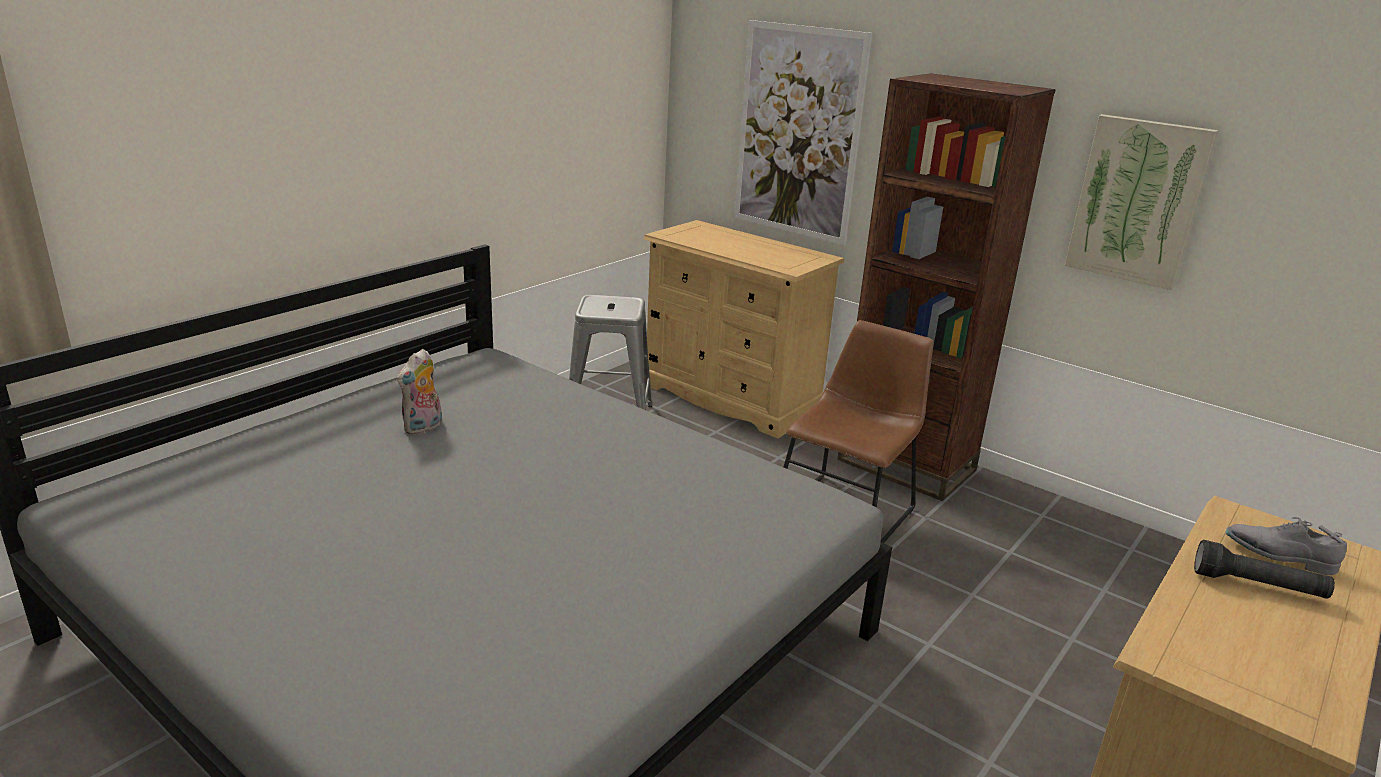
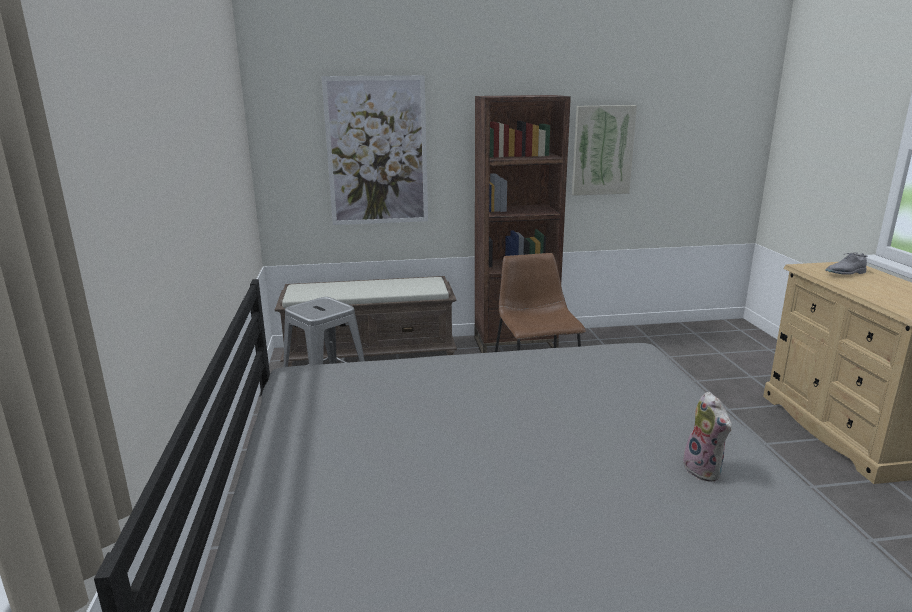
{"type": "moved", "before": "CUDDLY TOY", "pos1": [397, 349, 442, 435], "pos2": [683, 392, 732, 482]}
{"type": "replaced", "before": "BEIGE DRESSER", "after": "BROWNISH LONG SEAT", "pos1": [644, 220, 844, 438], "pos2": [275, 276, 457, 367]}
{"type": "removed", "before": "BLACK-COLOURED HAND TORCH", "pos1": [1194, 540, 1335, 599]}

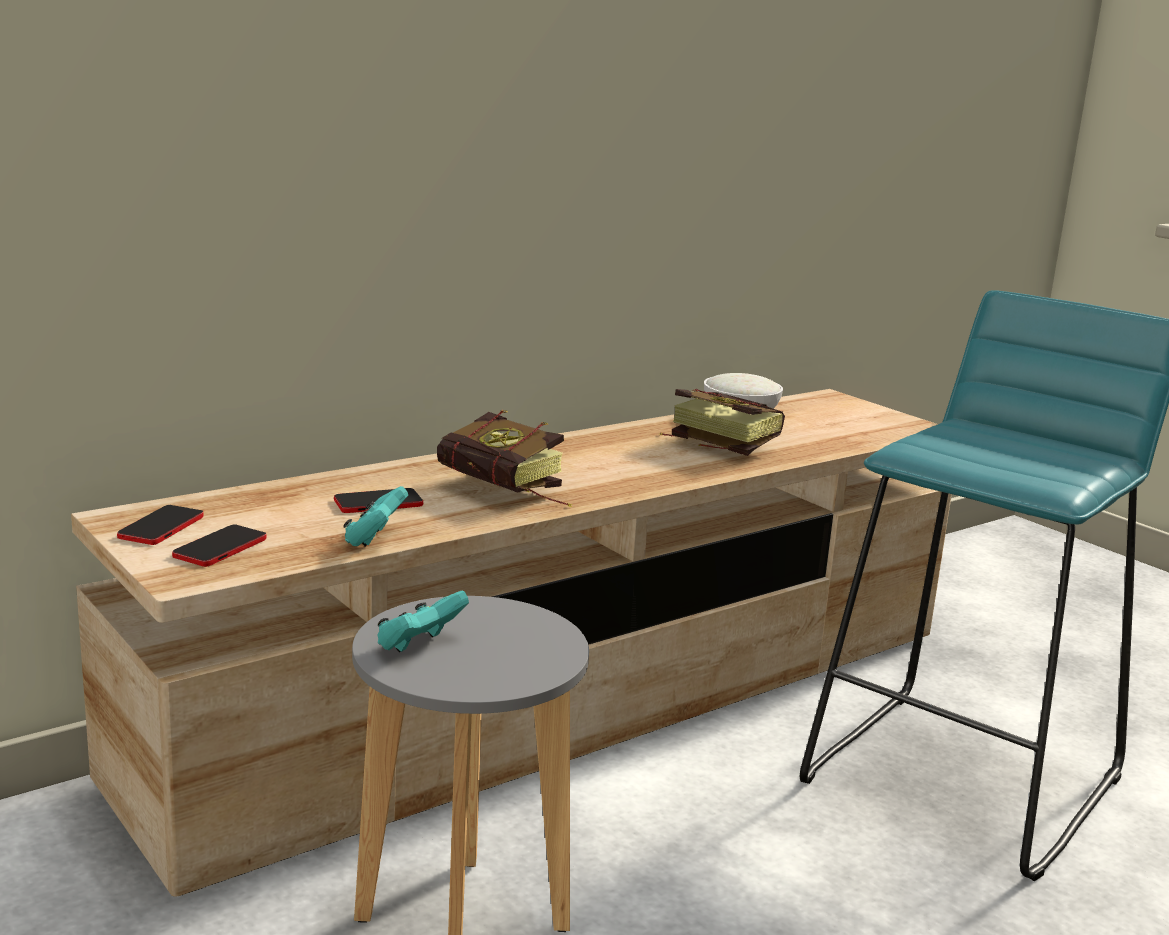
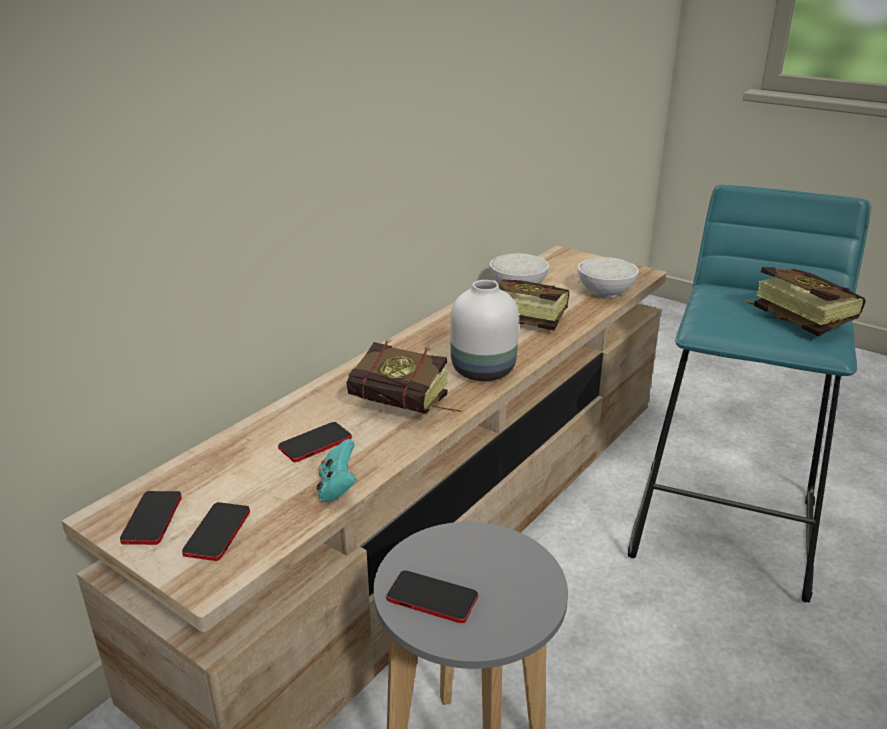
{"type": "replaced", "before": "TURQUOISE-COLOURED GAME CONTROLLER", "after": "PHONE", "pos1": [378, 591, 469, 652], "pos2": [386, 571, 478, 623]}
{"type": "added", "after": "WHITE FLOWER VASE", "pos2": [450, 280, 519, 381]}
{"type": "added", "after": "WHITE SERVING BOWL", "pos2": [578, 257, 639, 298]}
{"type": "added", "after": "VOLUME", "pos2": [745, 267, 866, 337]}

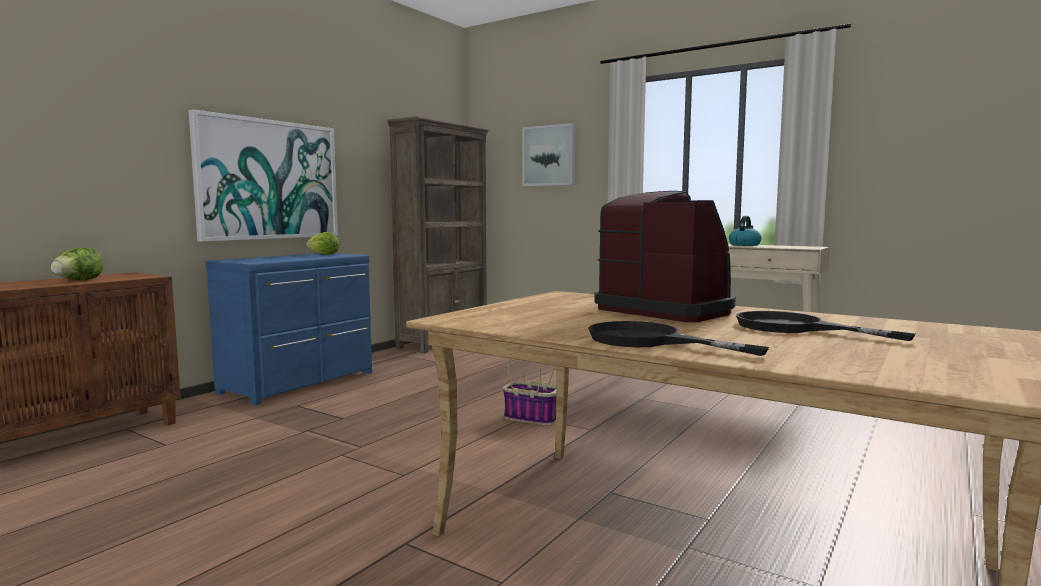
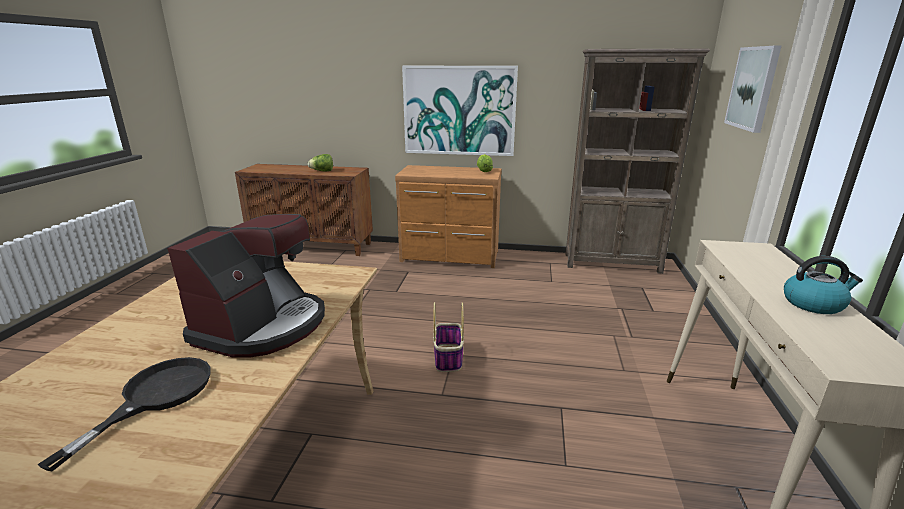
{"type": "recoloured", "before": "BLUE DRESSER", "after": "BROWNISH DRESSER", "pos1": [205, 253, 372, 406], "pos2": [395, 165, 502, 268]}
{"type": "removed", "before": "BLACK-COLOURED FRYING PAN", "pos1": [588, 321, 769, 356]}

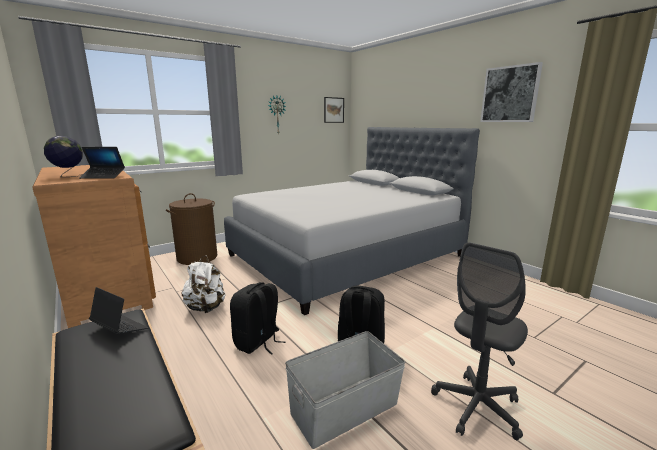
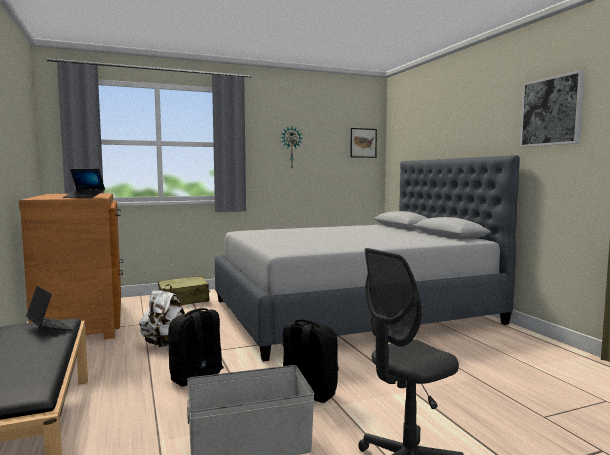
{"type": "removed", "before": "WORLD GLOBE", "pos1": [44, 136, 83, 177]}
{"type": "replaced", "before": "BROWNISH HAMPER", "after": "BEIGE SUITCASE", "pos1": [166, 193, 217, 265], "pos2": [158, 276, 210, 305]}

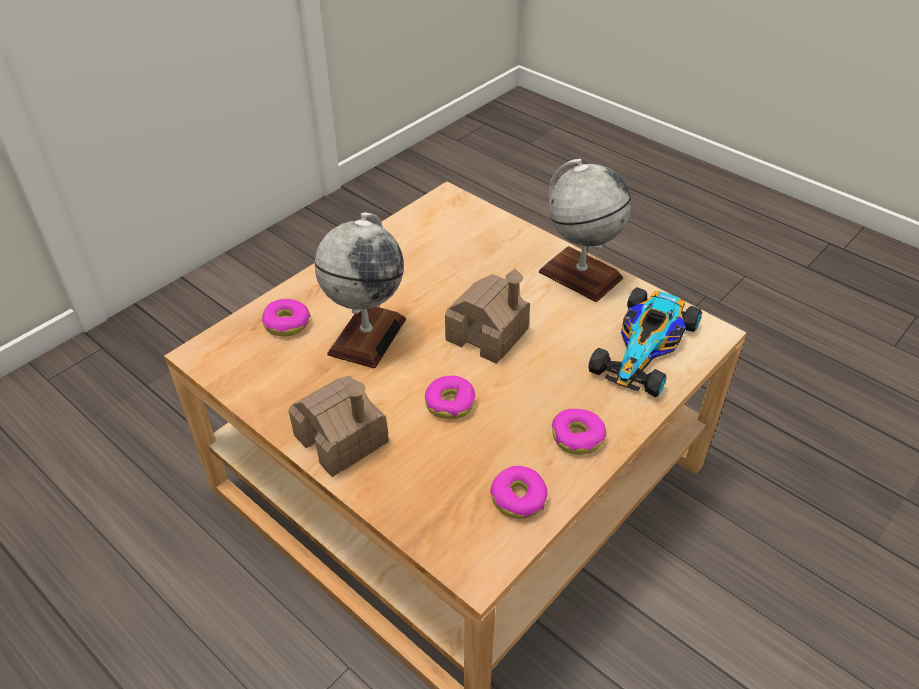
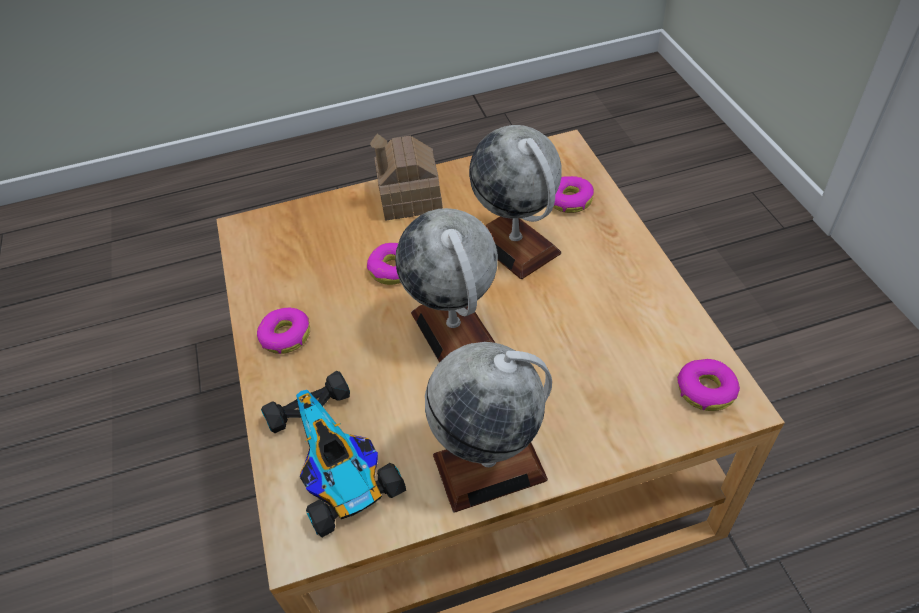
{"type": "replaced", "before": "TOY HOUSE", "after": "WORLD GLOBE", "pos1": [445, 269, 530, 364], "pos2": [395, 208, 498, 363]}
{"type": "moved", "before": "DOUGHNUT", "pos1": [490, 466, 548, 519], "pos2": [677, 359, 740, 411]}

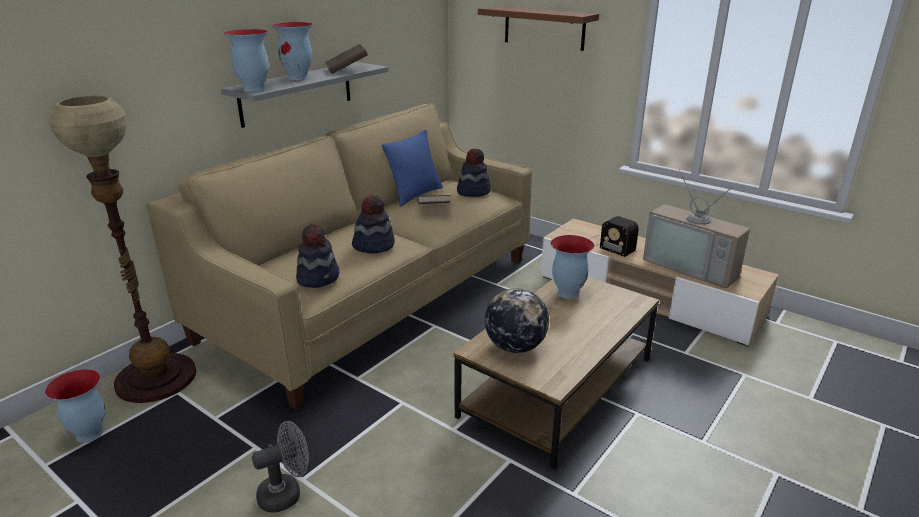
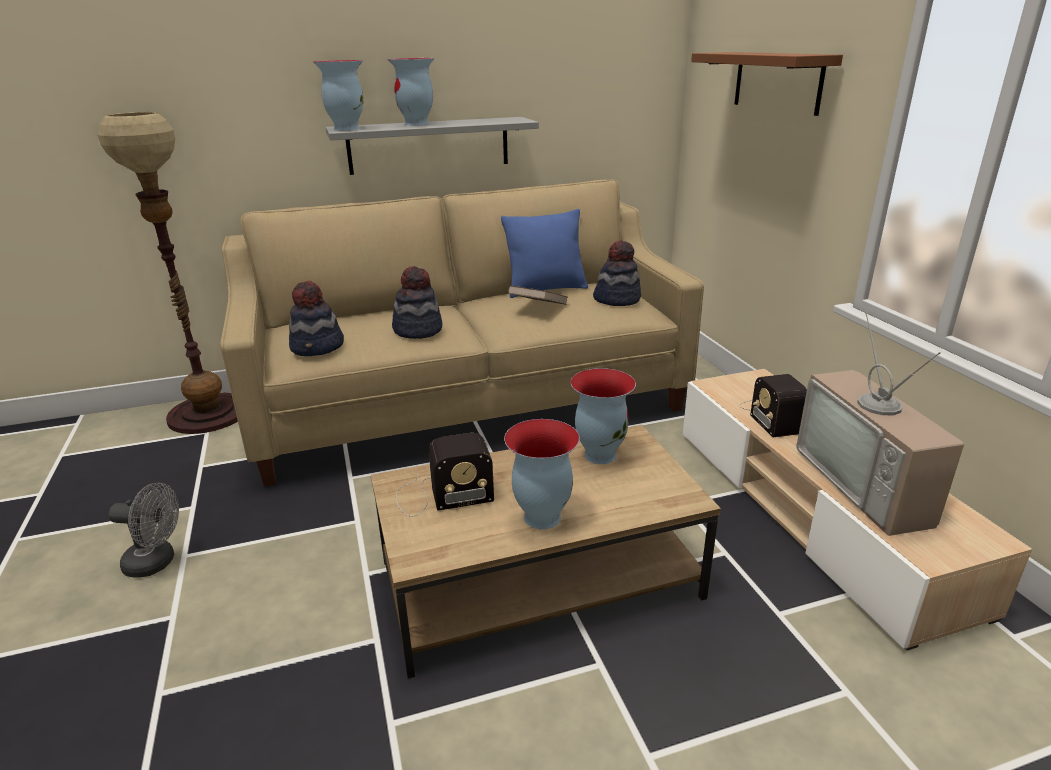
{"type": "moved", "before": "FLOWER VASE", "pos1": [45, 369, 105, 443], "pos2": [504, 419, 580, 529]}
{"type": "removed", "before": "BROWNISH VOLUME", "pos1": [324, 44, 368, 74]}
{"type": "replaced", "before": "WORLD GLOBE", "after": "RADIO", "pos1": [485, 288, 549, 353], "pos2": [396, 433, 494, 517]}

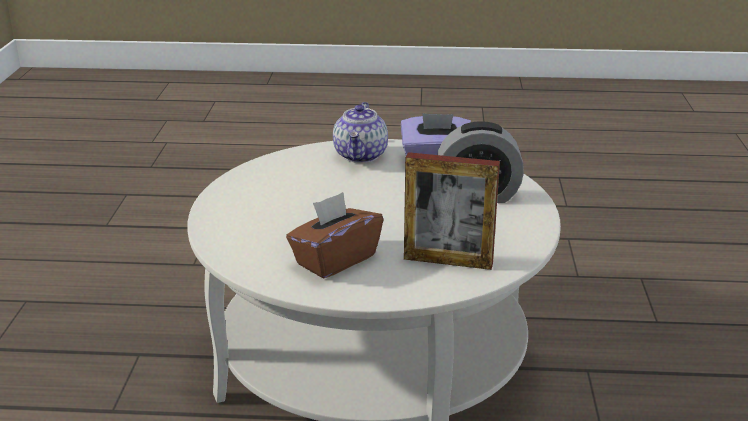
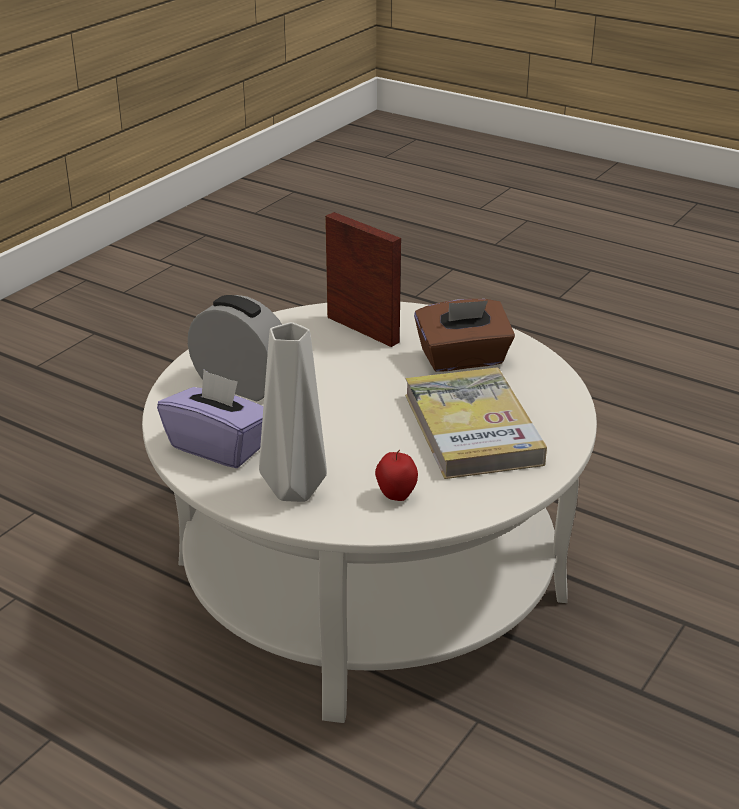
{"type": "replaced", "before": "TEA POT", "after": "GREY FLOWER VASE", "pos1": [333, 102, 388, 163], "pos2": [259, 322, 327, 502]}
{"type": "added", "after": "APPLE FRUIT", "pos2": [375, 450, 418, 501]}
{"type": "added", "after": "VOLUME", "pos2": [405, 368, 547, 479]}

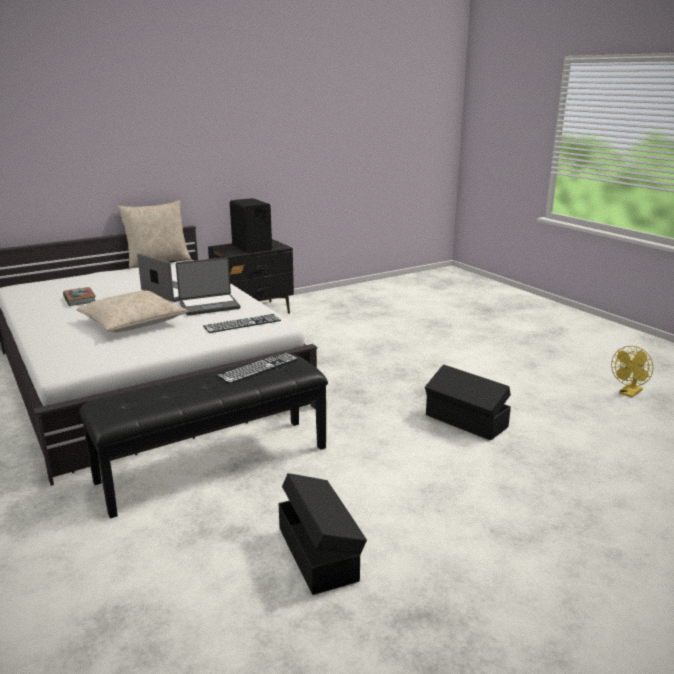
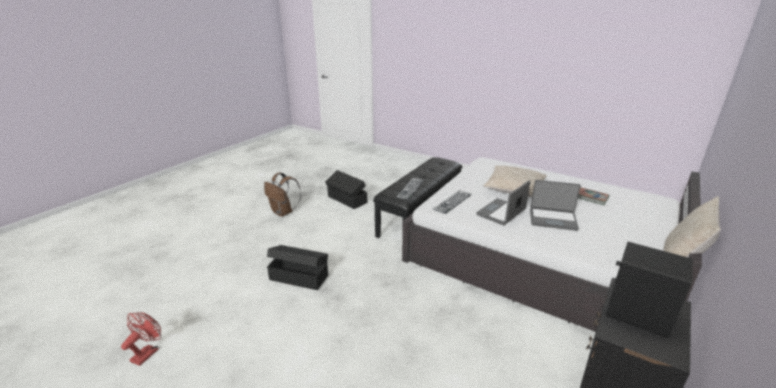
{"type": "recoloured", "before": "YELLOWISH ELECTRIC FAN", "after": "REDDISH ELECTRIC FAN", "pos1": [611, 346, 653, 398], "pos2": [121, 312, 161, 366]}
{"type": "added", "after": "BROWNISH BACKPACK", "pos2": [264, 173, 301, 217]}

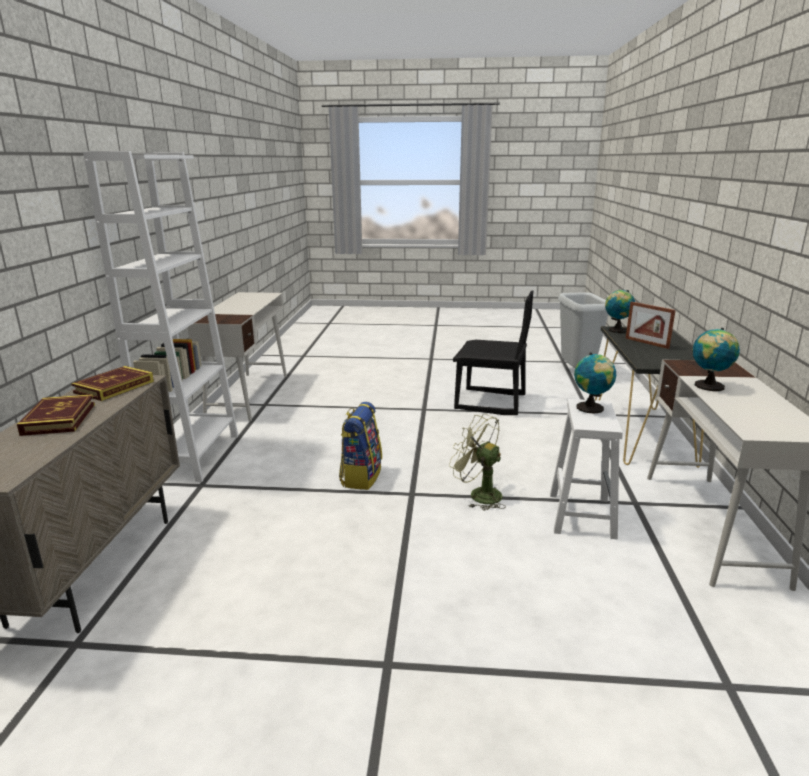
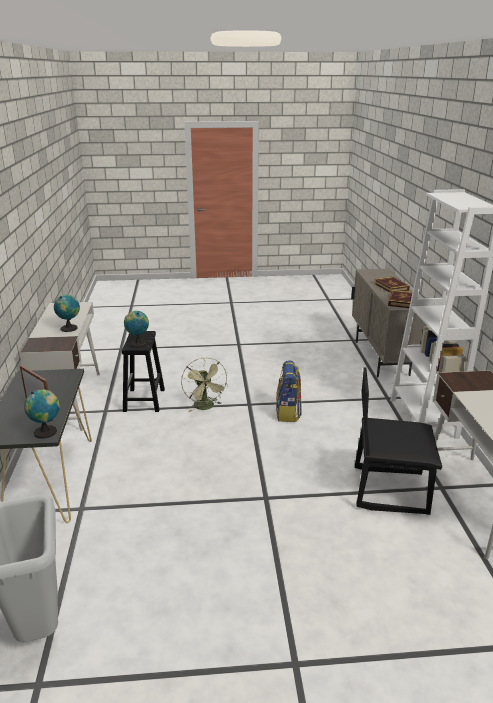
{"type": "turned", "before": "GREENISH ELECTRIC FAN", "pos1": [449, 414, 506, 511], "pos2": [181, 357, 228, 412], "turn": 45}
{"type": "moved", "before": "BLACK-COLOURED PLAIN CHAIR", "pos1": [453, 290, 534, 415], "pos2": [355, 367, 442, 515]}
{"type": "recoloured", "before": "WHITE STOOL SEAT", "after": "BLACK-COLOURED STOOL SEAT", "pos1": [550, 399, 623, 539], "pos2": [122, 331, 165, 412]}

